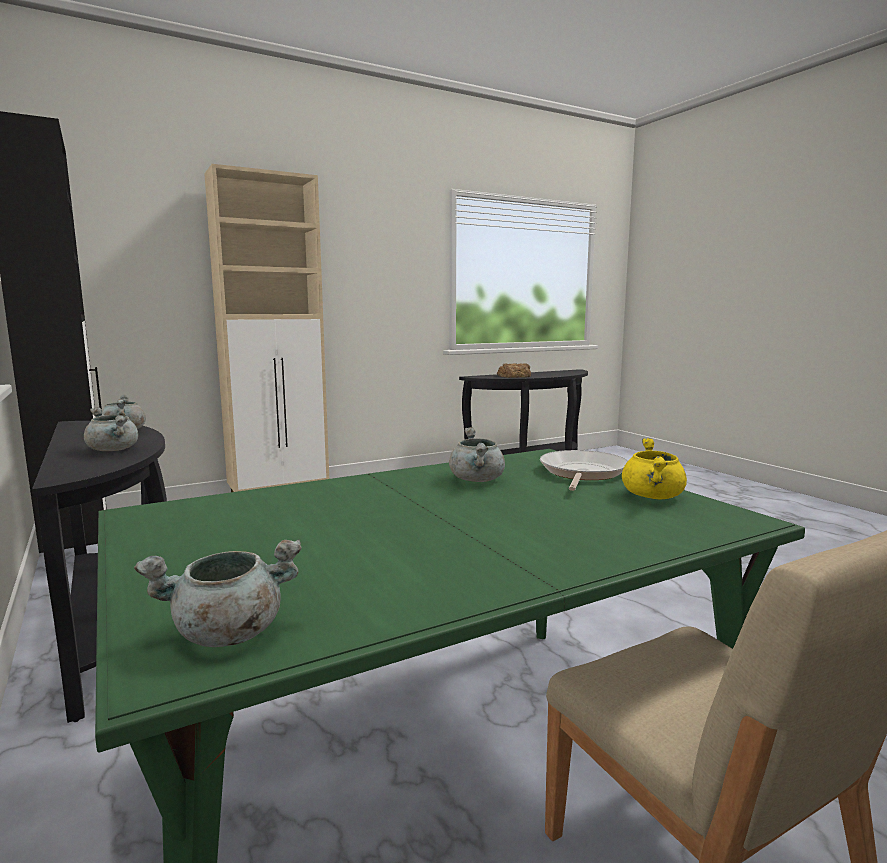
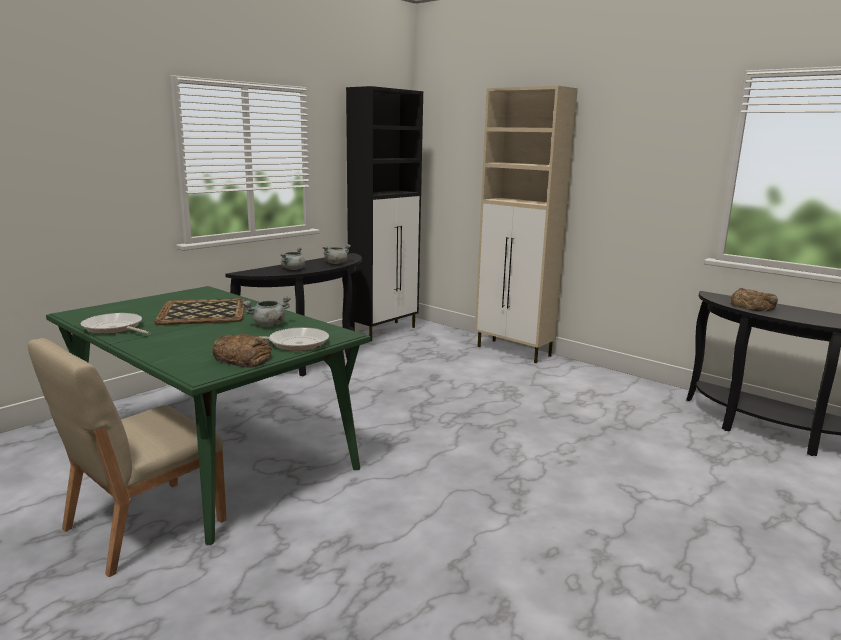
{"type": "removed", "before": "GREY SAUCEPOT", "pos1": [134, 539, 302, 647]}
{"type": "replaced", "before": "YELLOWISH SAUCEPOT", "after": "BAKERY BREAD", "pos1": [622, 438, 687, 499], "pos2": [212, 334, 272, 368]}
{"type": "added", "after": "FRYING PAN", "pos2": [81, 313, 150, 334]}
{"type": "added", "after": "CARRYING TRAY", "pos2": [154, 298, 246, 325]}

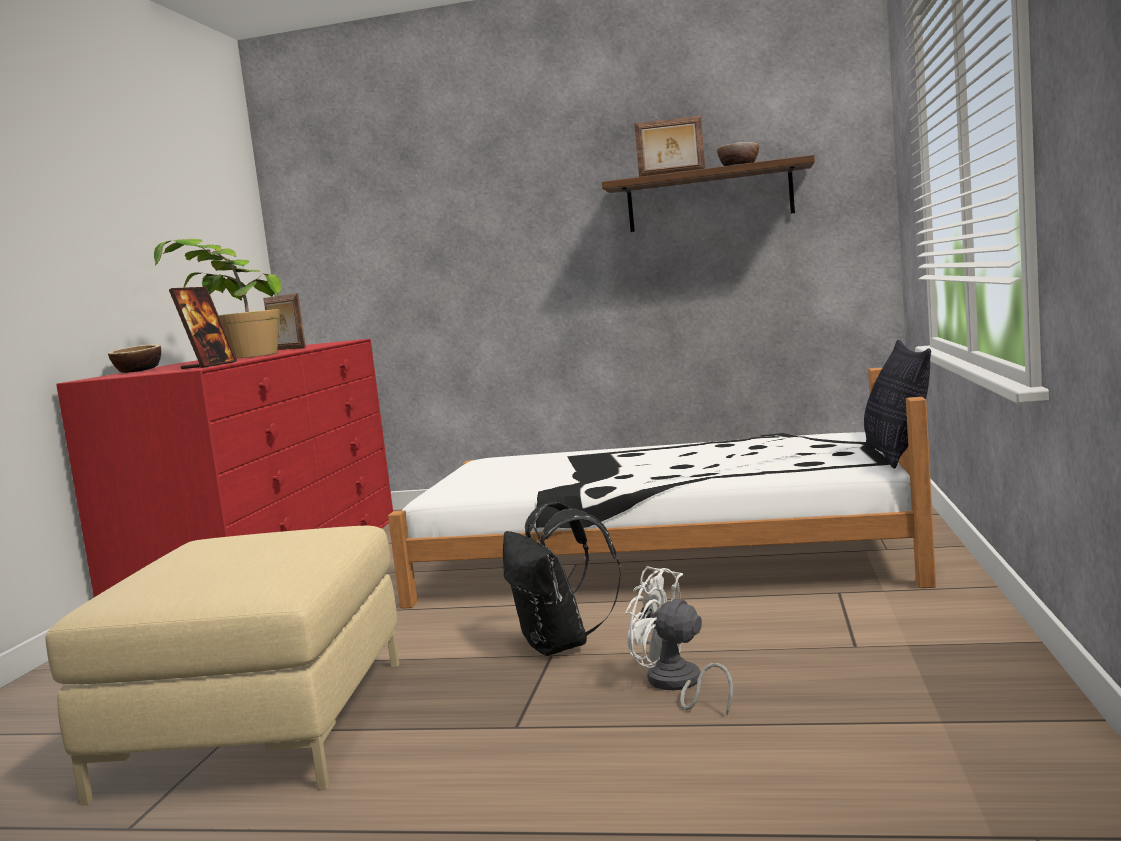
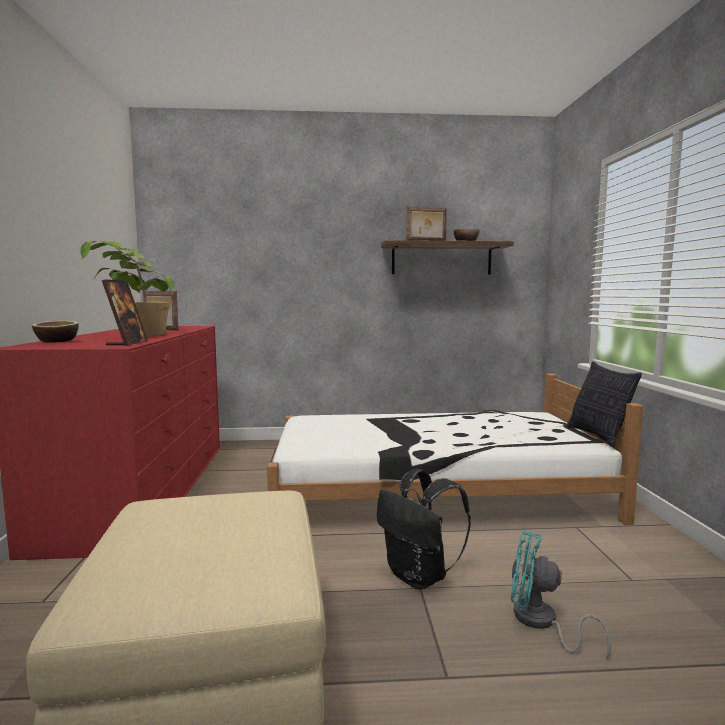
{"type": "recoloured", "before": "WHITE ELECTRIC FAN", "after": "TURQUOISE-COLOURED ELECTRIC FAN", "pos1": [625, 566, 734, 715], "pos2": [511, 531, 611, 660]}

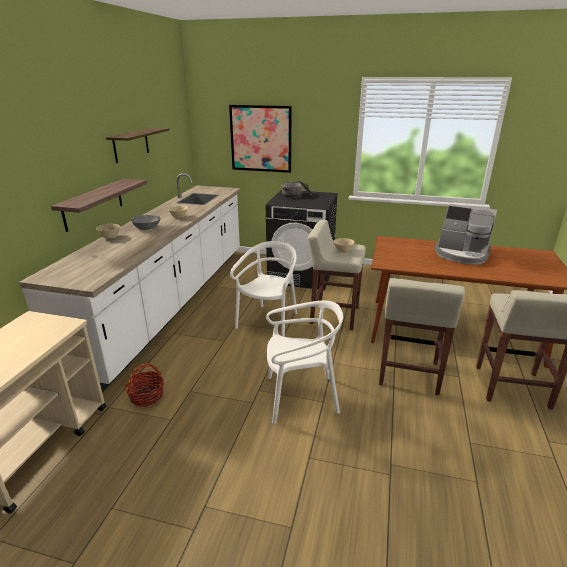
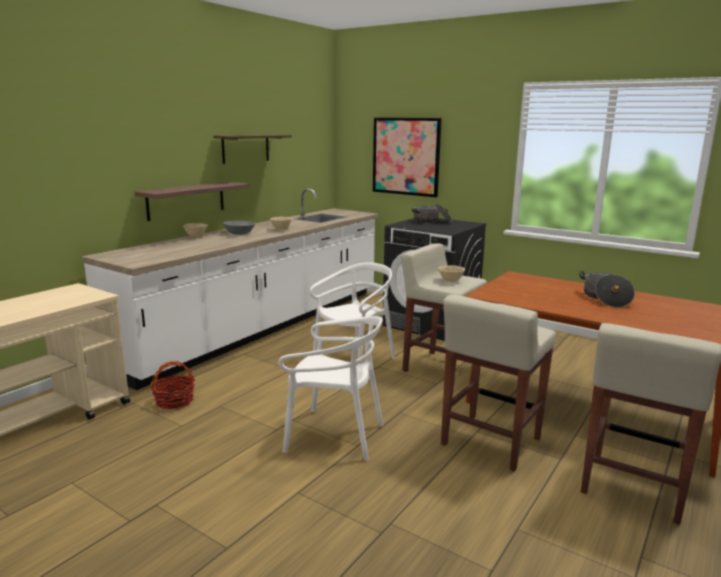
{"type": "replaced", "before": "COFFEE BREWER", "after": "SAUCEPOT", "pos1": [435, 204, 497, 265], "pos2": [579, 271, 635, 307]}

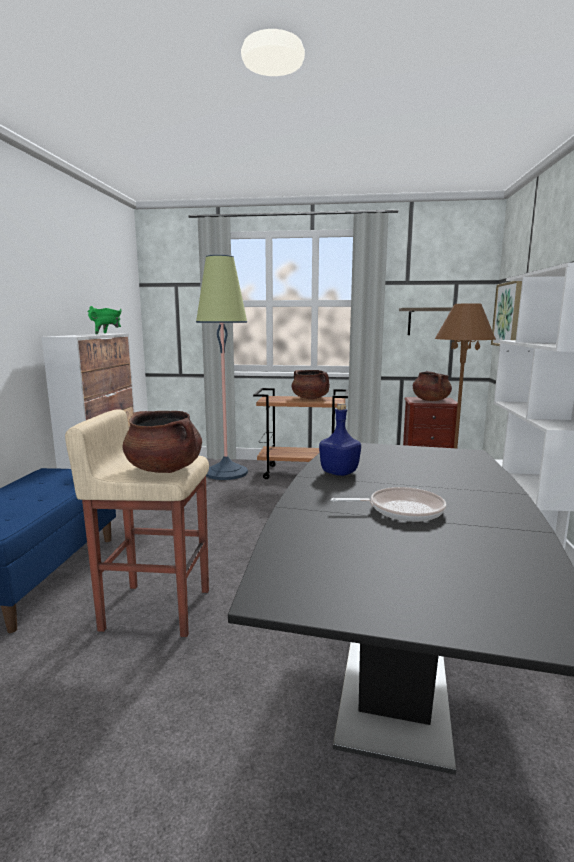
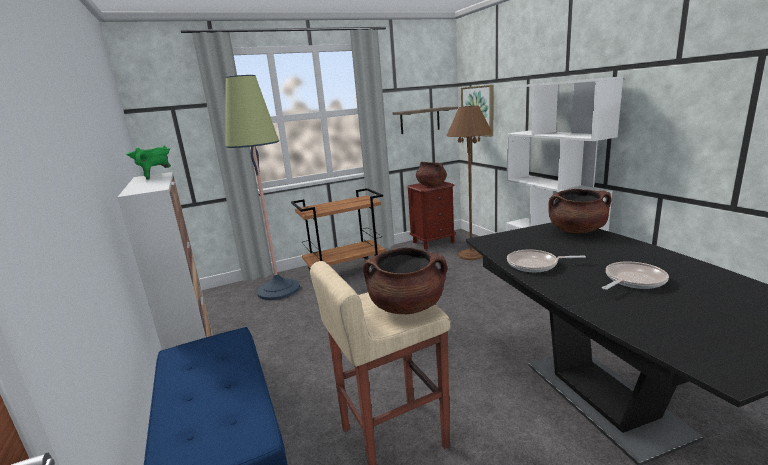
{"type": "moved", "before": "BROWNISH SAUCEPOT", "pos1": [292, 370, 330, 399], "pos2": [548, 189, 612, 233]}
{"type": "replaced", "before": "BLUE BOTTLE", "after": "FRYING PAN", "pos1": [319, 403, 361, 476], "pos2": [507, 250, 586, 272]}

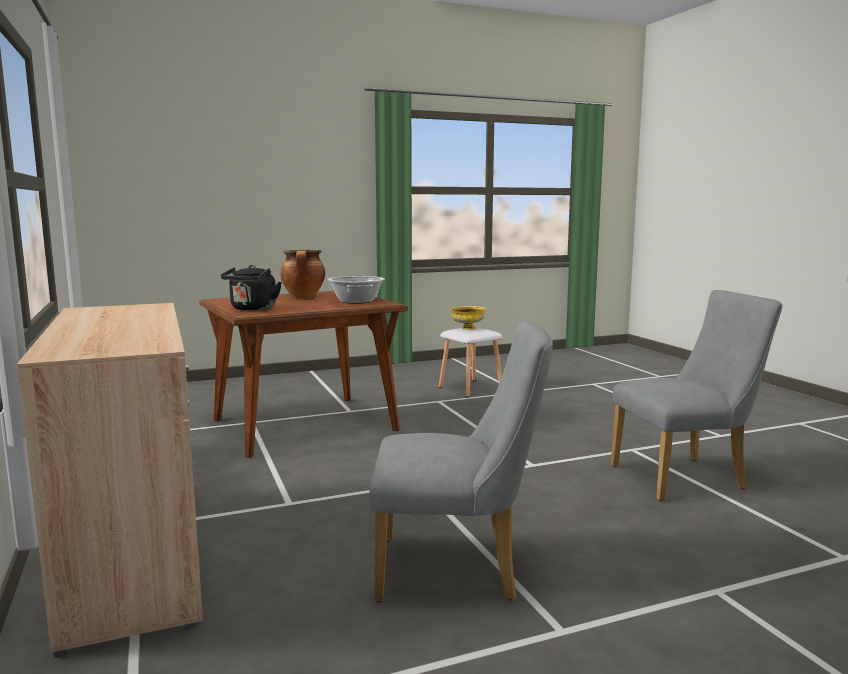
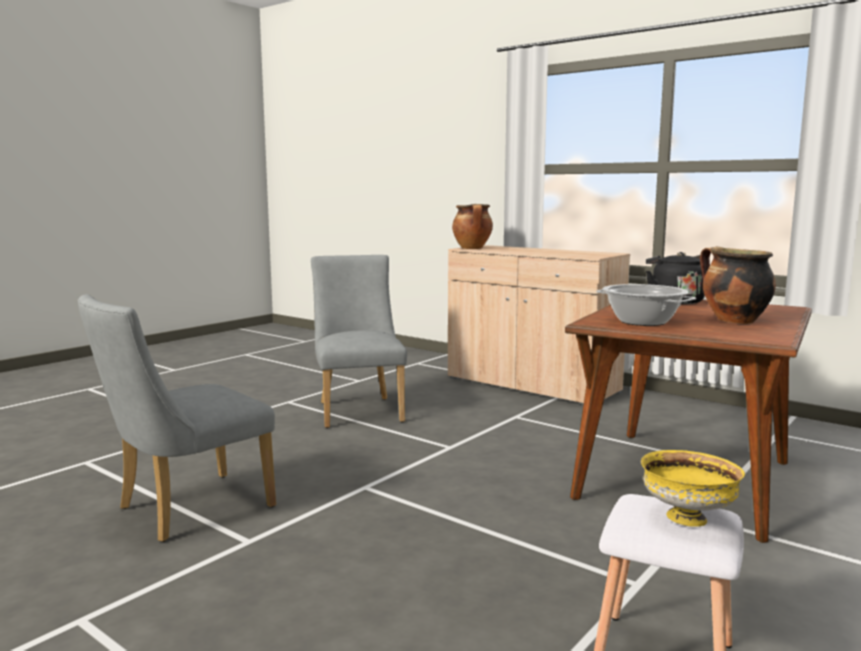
{"type": "turned", "before": "GREY PLAIN CHAIR", "pos1": [369, 320, 553, 602], "pos2": [311, 255, 407, 428], "turn": 105}
{"type": "added", "after": "SAUCEPOT", "pos2": [452, 204, 493, 249]}

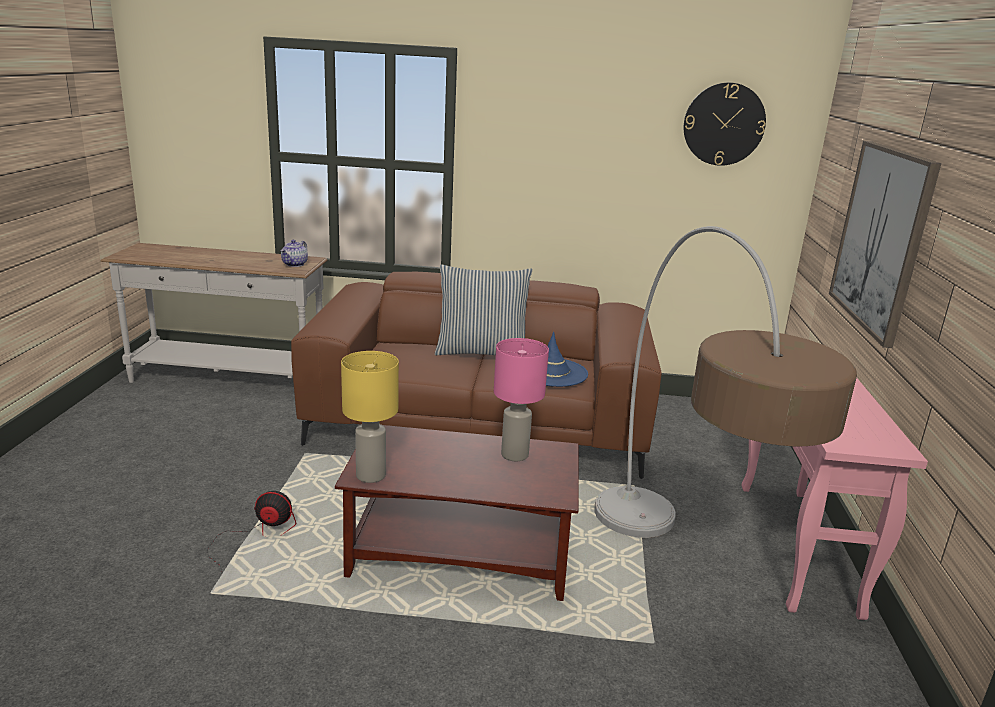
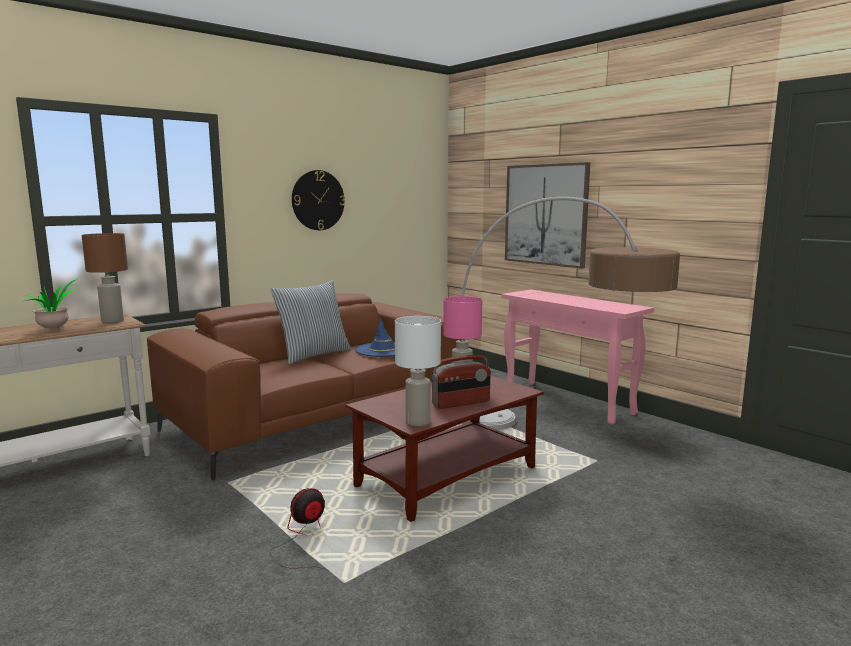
{"type": "replaced", "before": "TEA POT", "after": "BROWNISH TABLE LAMP", "pos1": [280, 240, 308, 267], "pos2": [82, 233, 128, 323]}
{"type": "recoloured", "before": "YELLOWISH TABLE LAMP", "after": "WHITE TABLE LAMP", "pos1": [341, 351, 399, 483], "pos2": [395, 316, 441, 426]}
{"type": "moved", "before": "CLOCK ON THE WALL", "pos1": [684, 82, 766, 166], "pos2": [292, 170, 345, 230]}
{"type": "added", "after": "PLANT IN A POT", "pos2": [25, 279, 77, 328]}
{"type": "added", "after": "RADIO", "pos2": [432, 355, 491, 409]}

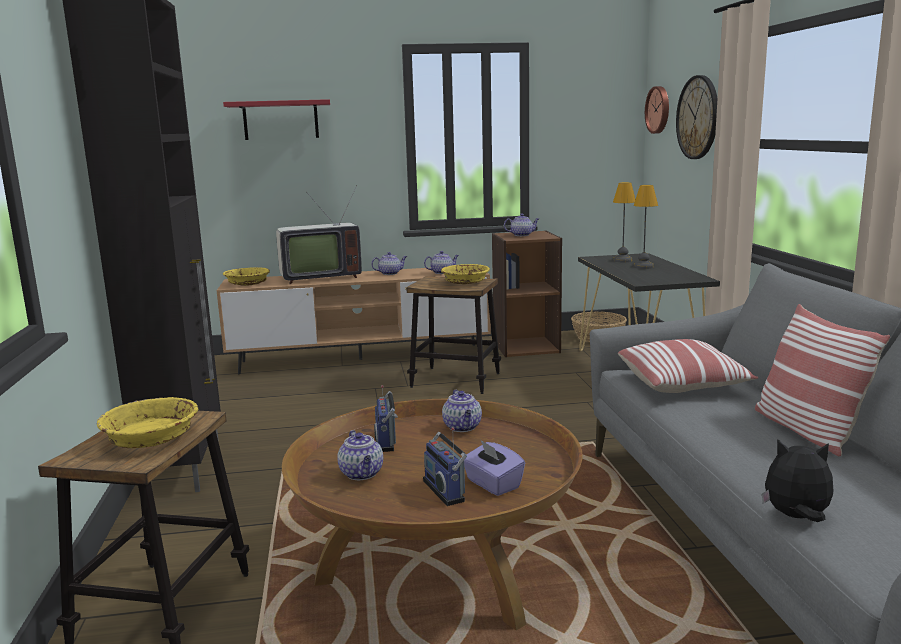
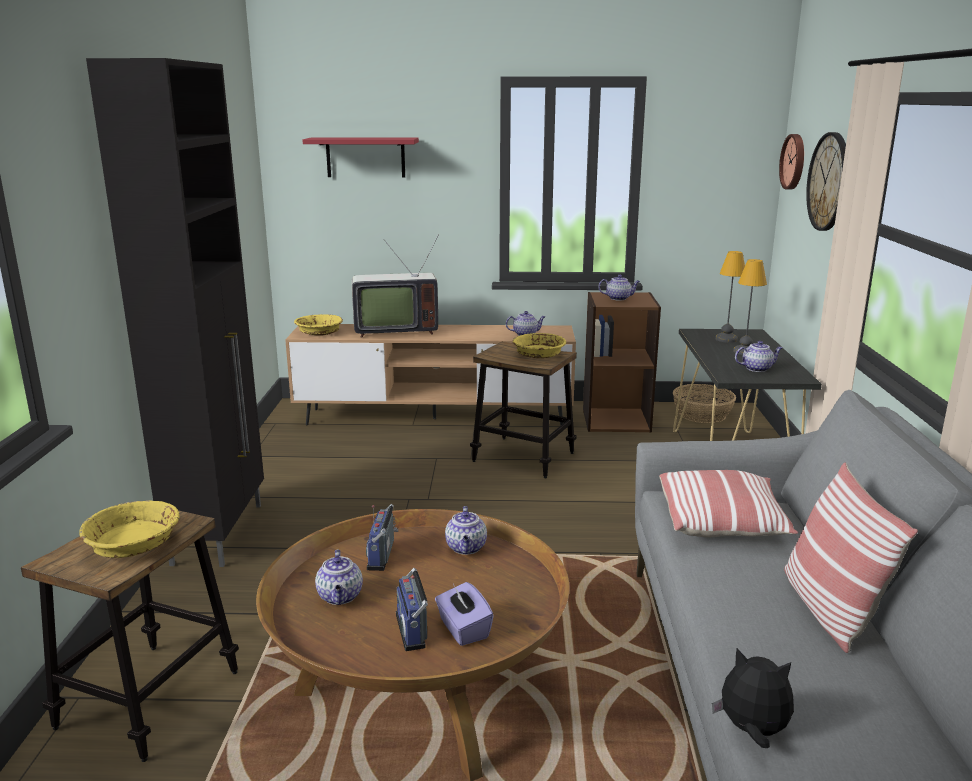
{"type": "moved", "before": "TEA POT", "pos1": [371, 252, 407, 275], "pos2": [735, 341, 782, 372]}

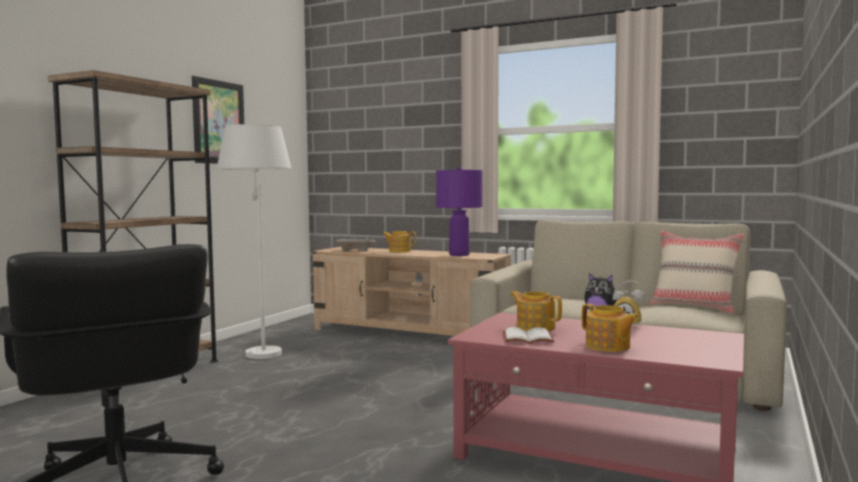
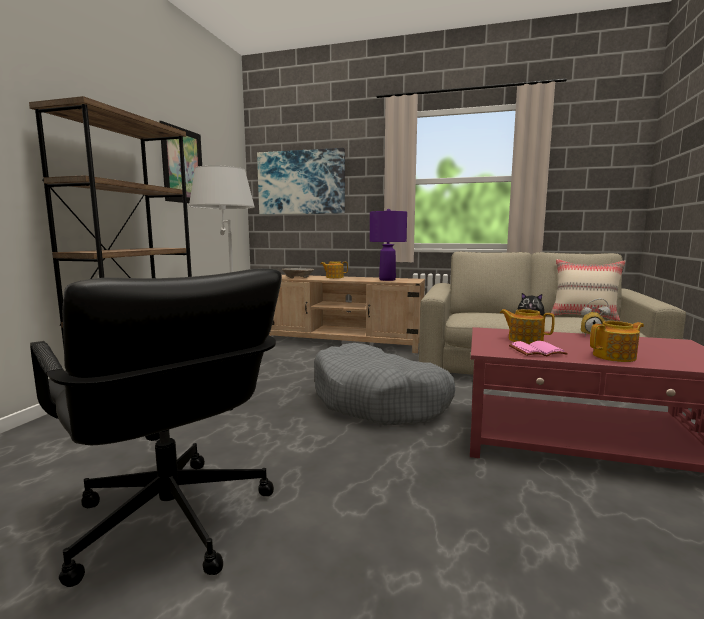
{"type": "recoloured", "before": "WHITE VOLUME", "after": "PINKISH VOLUME", "pos1": [503, 327, 554, 344], "pos2": [509, 341, 568, 356]}
{"type": "turned", "before": "TEA POT", "pos1": [582, 303, 639, 352], "pos2": [590, 321, 644, 362], "turn": -60}
{"type": "added", "after": "PICTURE", "pos2": [257, 148, 345, 214]}
{"type": "added", "after": "GREY DOG CUSHION", "pos2": [314, 343, 455, 425]}

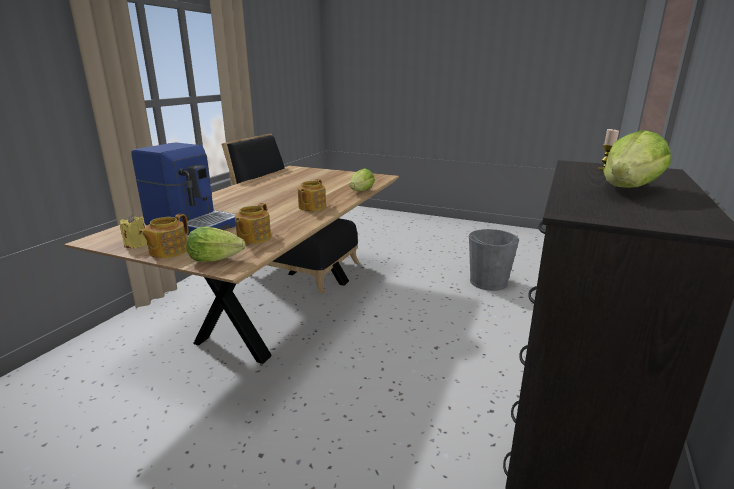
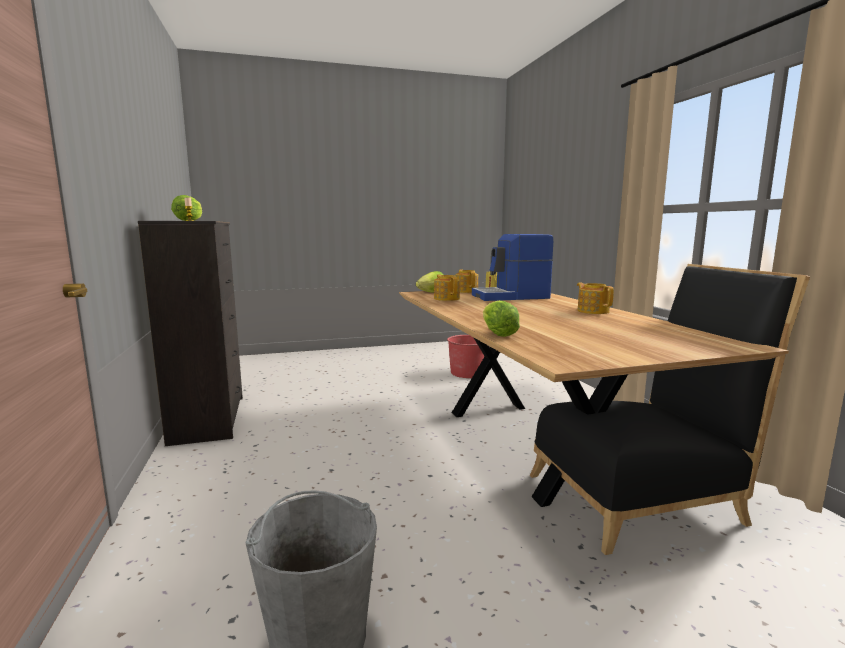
{"type": "moved", "before": "TEA POT", "pos1": [298, 179, 326, 211], "pos2": [577, 283, 614, 314]}
{"type": "added", "after": "REDDISH BUCKET", "pos2": [447, 335, 490, 378]}

